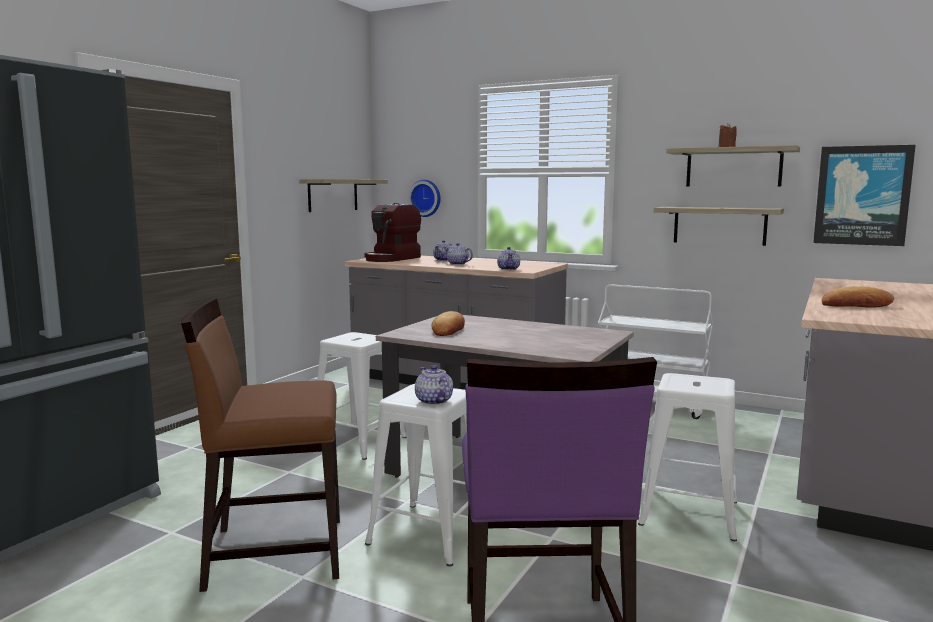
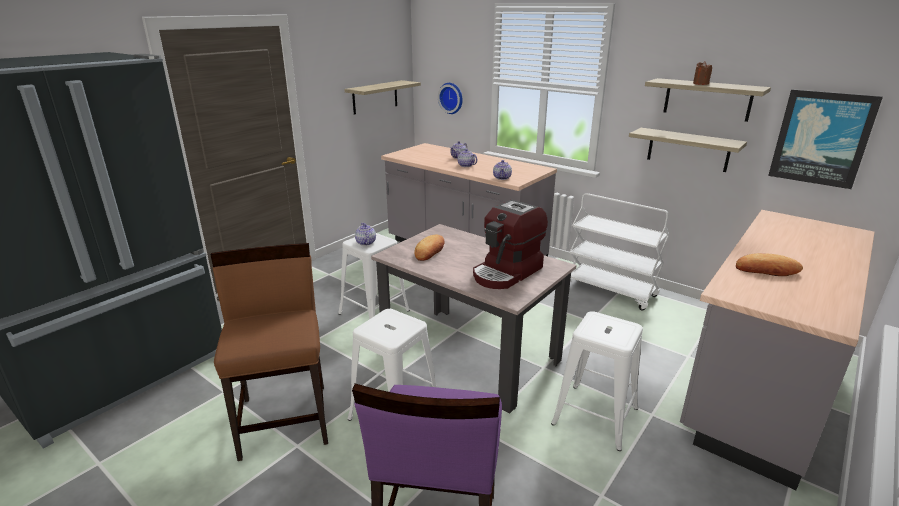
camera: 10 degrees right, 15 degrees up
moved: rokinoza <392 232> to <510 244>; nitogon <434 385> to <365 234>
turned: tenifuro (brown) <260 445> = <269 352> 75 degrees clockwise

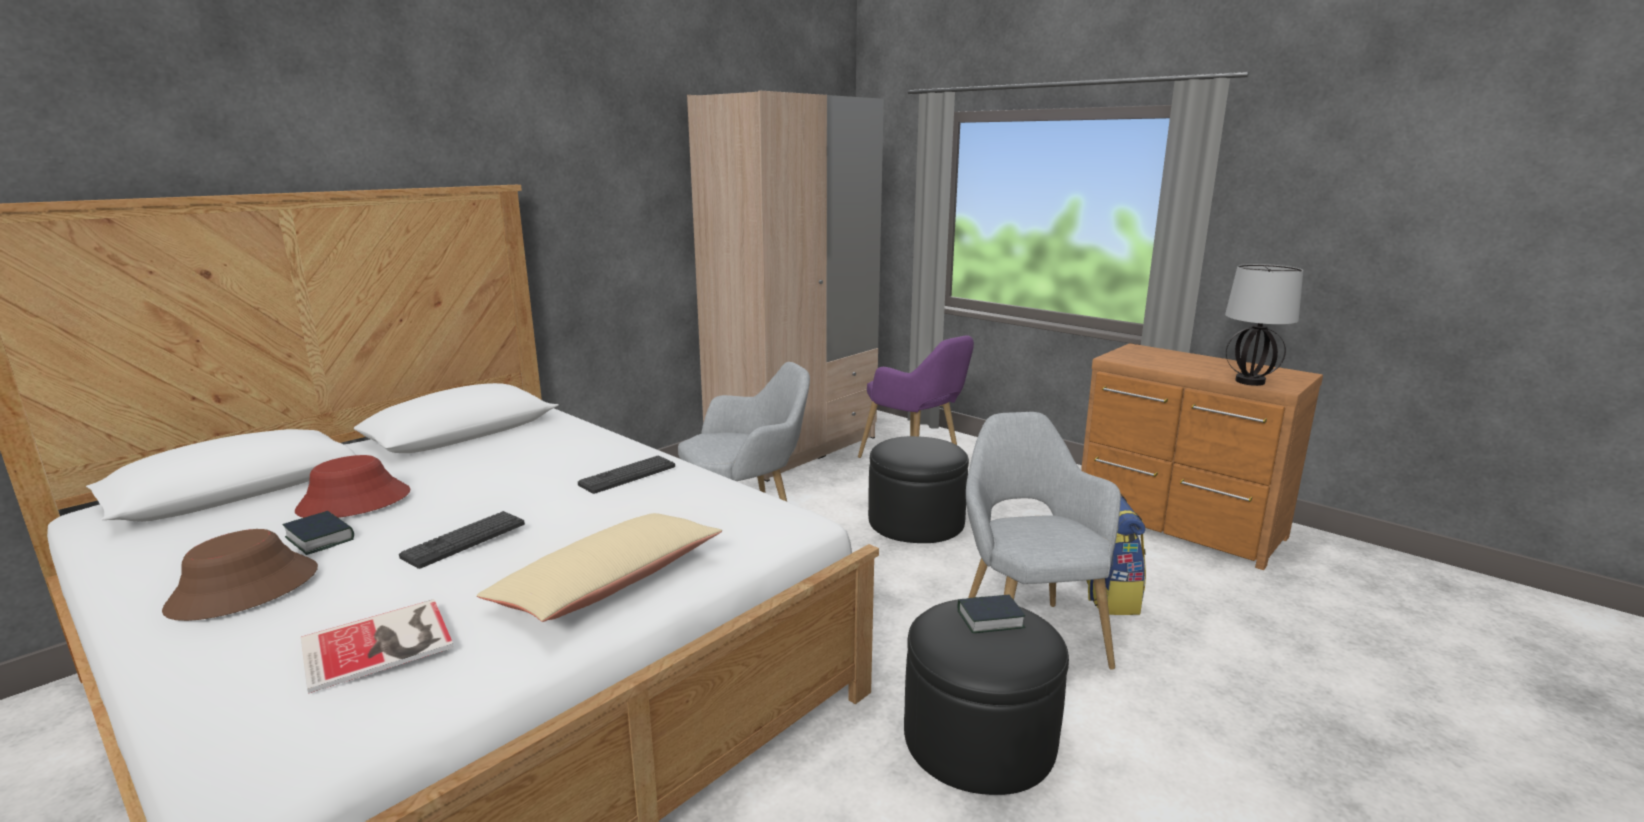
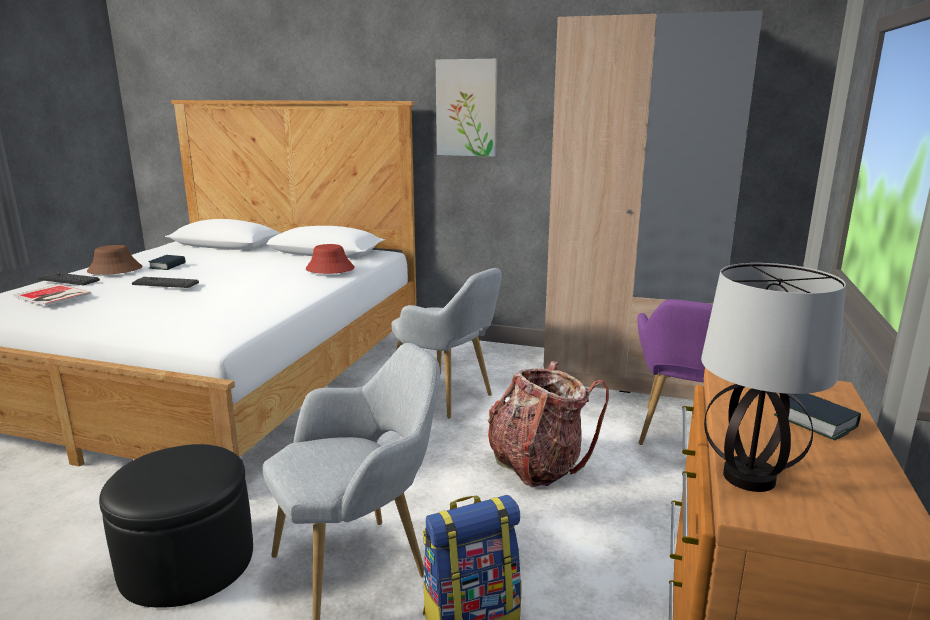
camera: 65 degrees right, 0 degrees up
removed: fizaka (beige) <599 567>
added: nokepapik <466 108>
moved: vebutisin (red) <352 486> to <330 259>; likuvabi <626 474> to <69 278>; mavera <992 614> to <817 416>
replaced: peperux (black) <918 489> to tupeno <548 424>

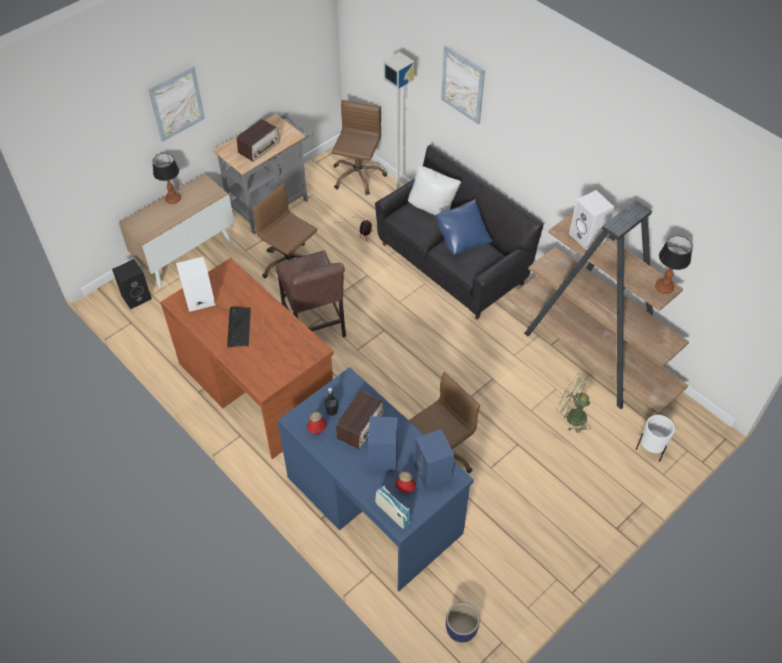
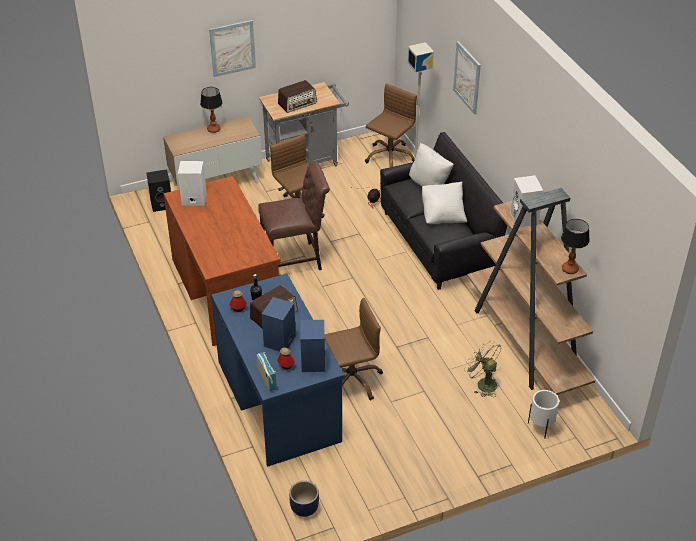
camera: 20 degrees right, 10 degrees down
removed: likuvabi <239 327>
recoloured: fizaka (blue) <464 227> to fizaka (white) <444 203>
turned: tenifuro (brown) <310 294> = <294 216> 105 degrees counterclockwise

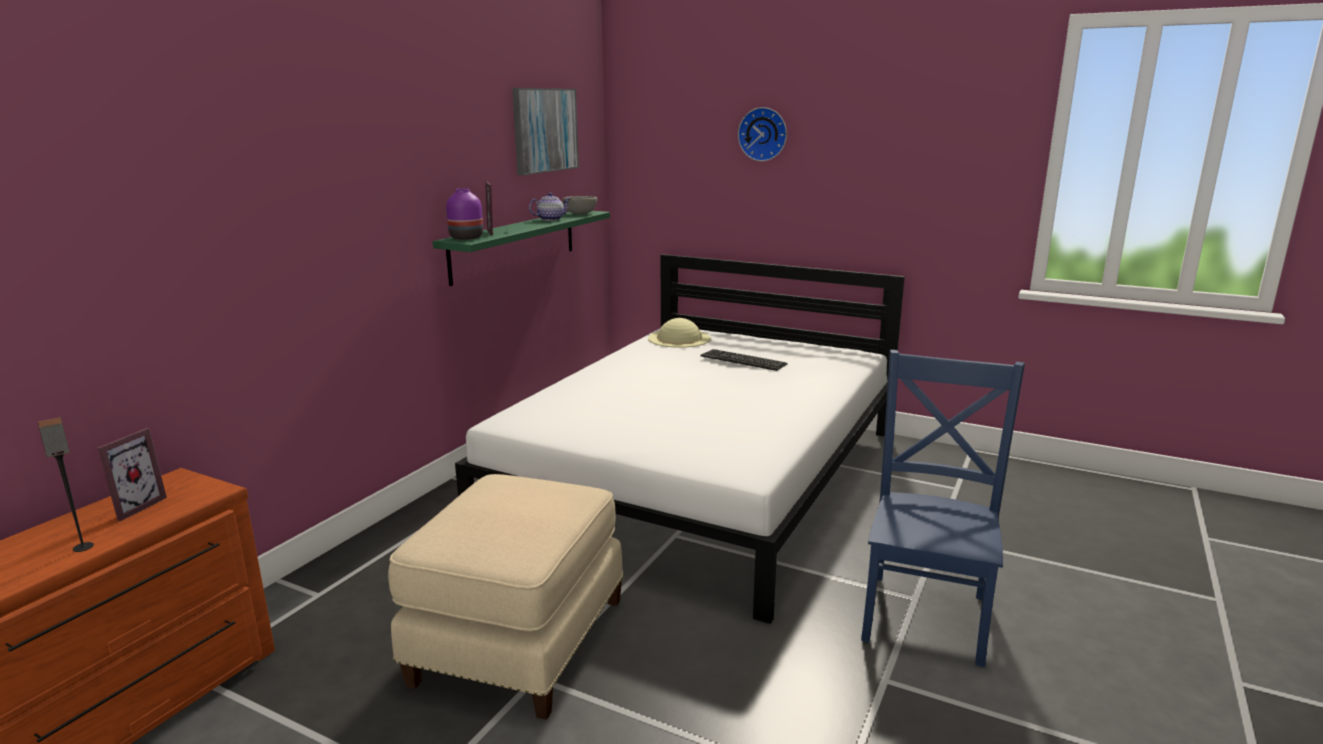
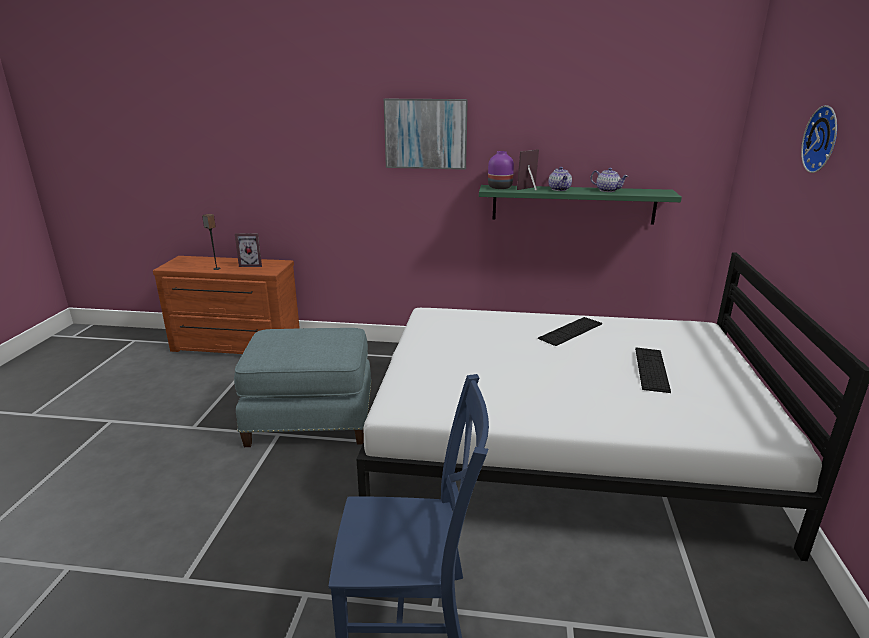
camera: 70 degrees right, 5 degrees up
removed: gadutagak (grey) <580 205>; vebutisin (beige) <679 333>
added: nitogon <560 179>; likuvabi <570 331>
moved: nokepapik <545 131> to <426 134>
recoloured: peperux (beige) <506 597> to peperux (blue) <303 387>

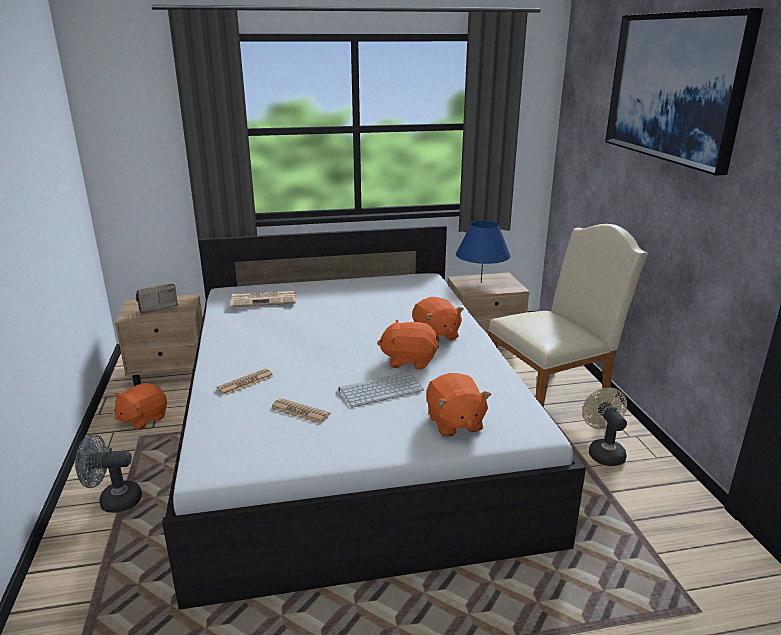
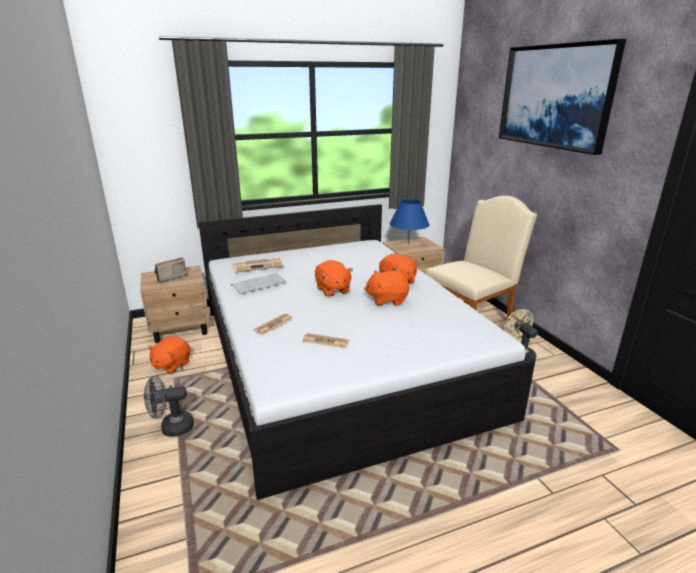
camera: 10 degrees left, 0 degrees up
moved: likuvabi <381 390> to <258 283>; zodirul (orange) <458 405> to <334 278>

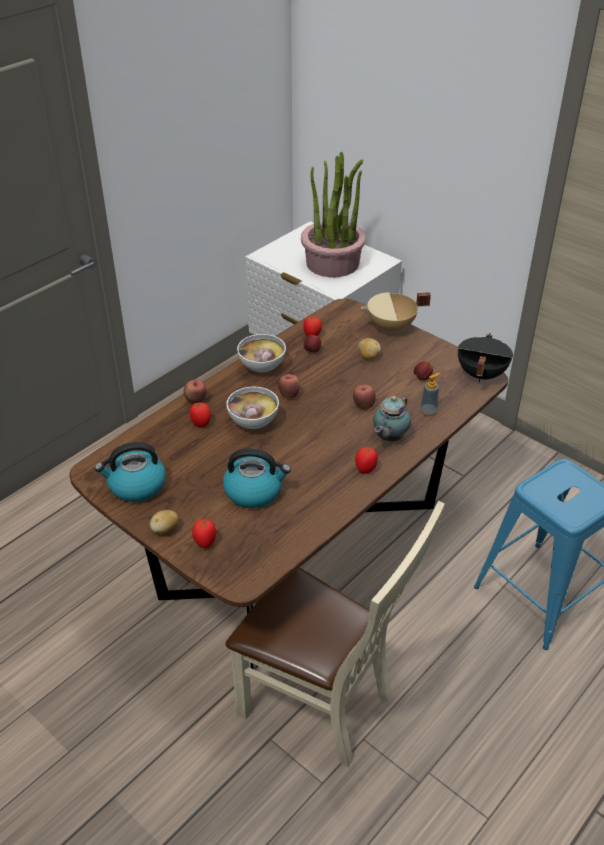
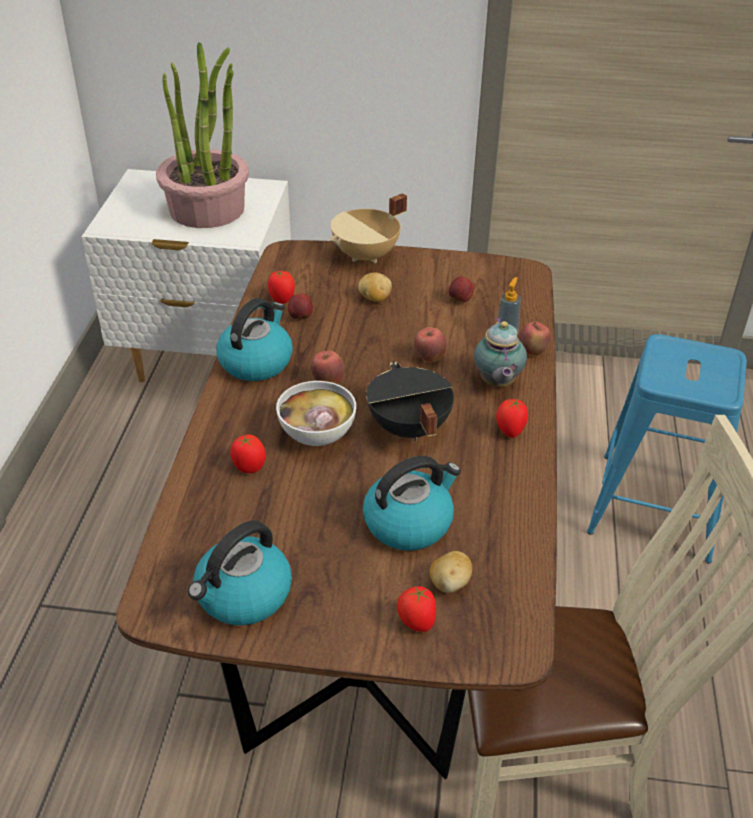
camera: 35 degrees left, 0 degrees up
moved: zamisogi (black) <485 357> to <410 401>; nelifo <195 391> to <534 339>; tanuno <164 522> to <451 572>
replaced: gadutagak <261 353> to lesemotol <255 339>

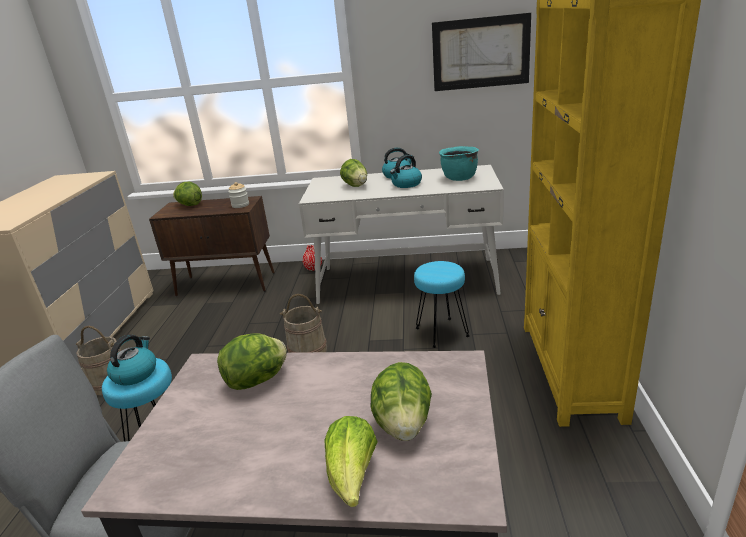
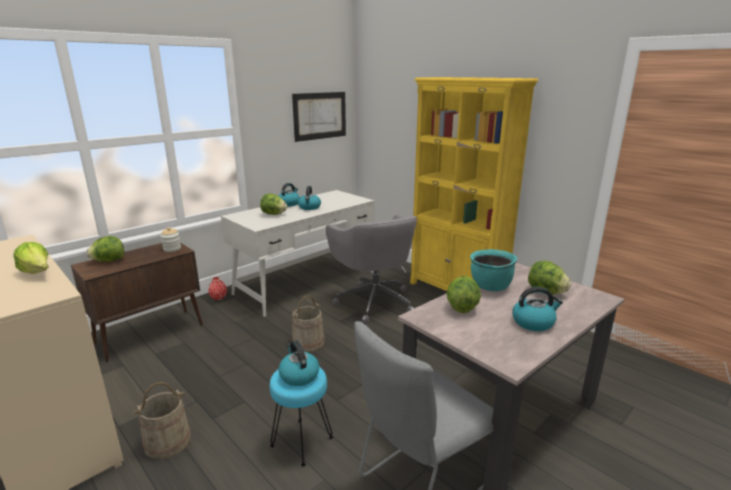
camera: 50 degrees left, 5 degrees down
added: lesemotol <537 309>
moved: zamisogi (turquoise) <459 163> to <493 270>; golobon <351 461> to <31 258>
replaced: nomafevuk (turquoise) <442 304> to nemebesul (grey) <371 269>

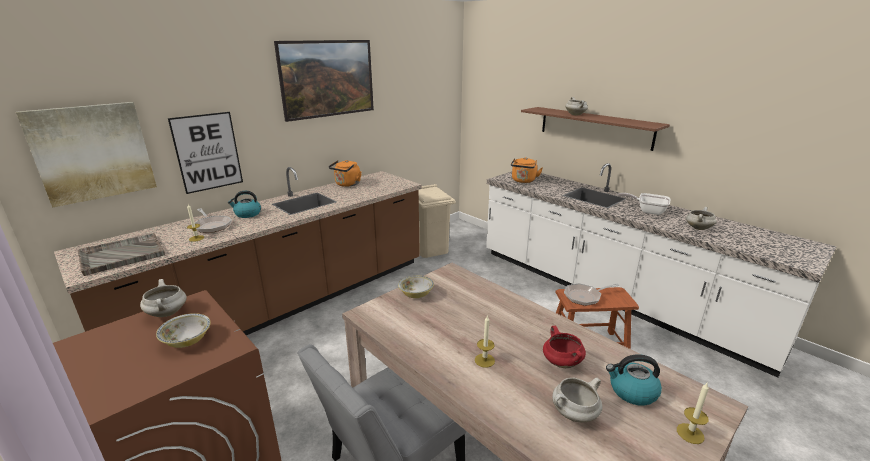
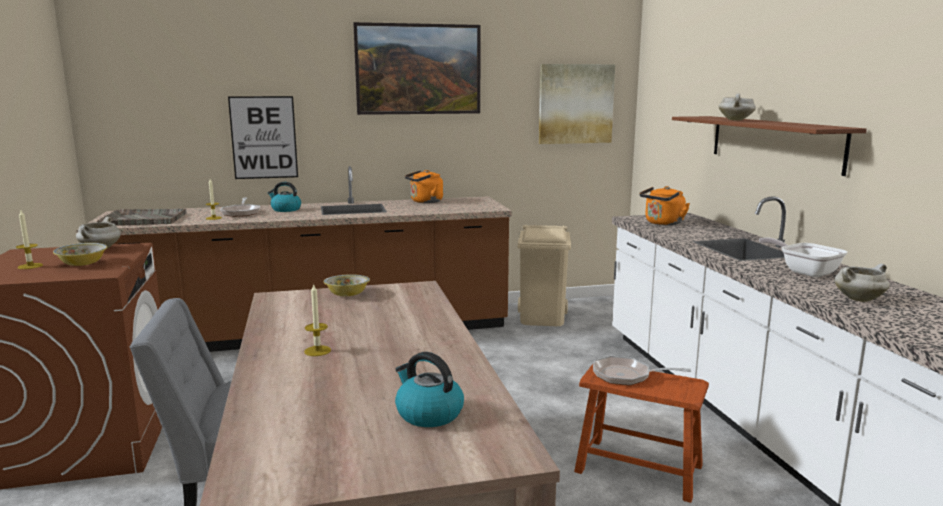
camera: 30 degrees right, 10 degrees down
removed: zamisogi (red) <564 347>; zamisogi (white) <577 400>
moved: nokepapik <86 155> to <577 104>; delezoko <693 413> to <29 239>

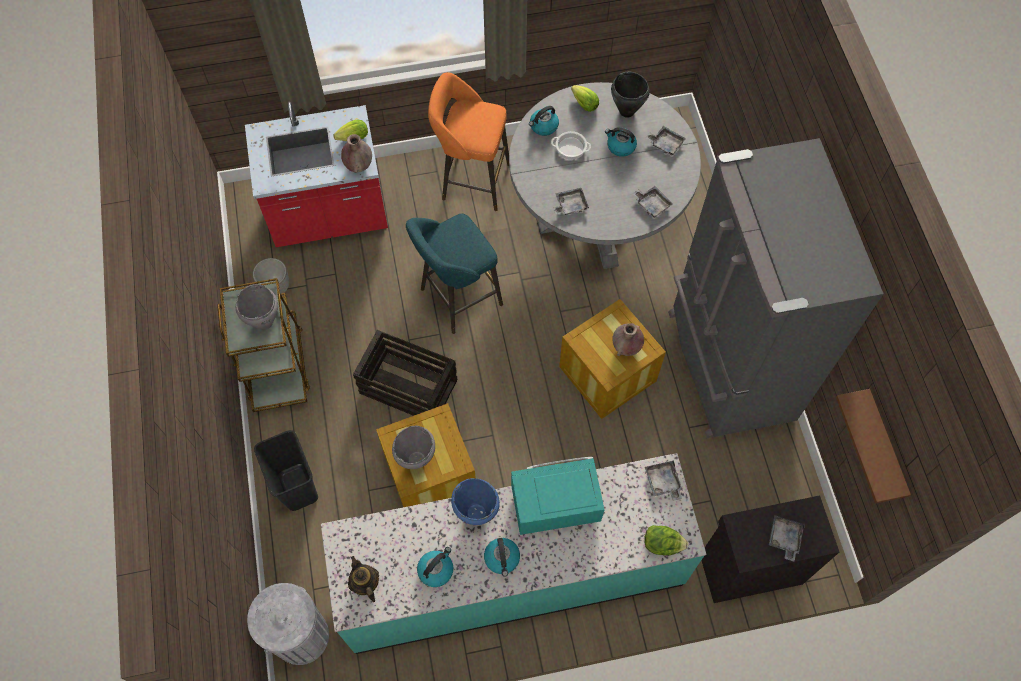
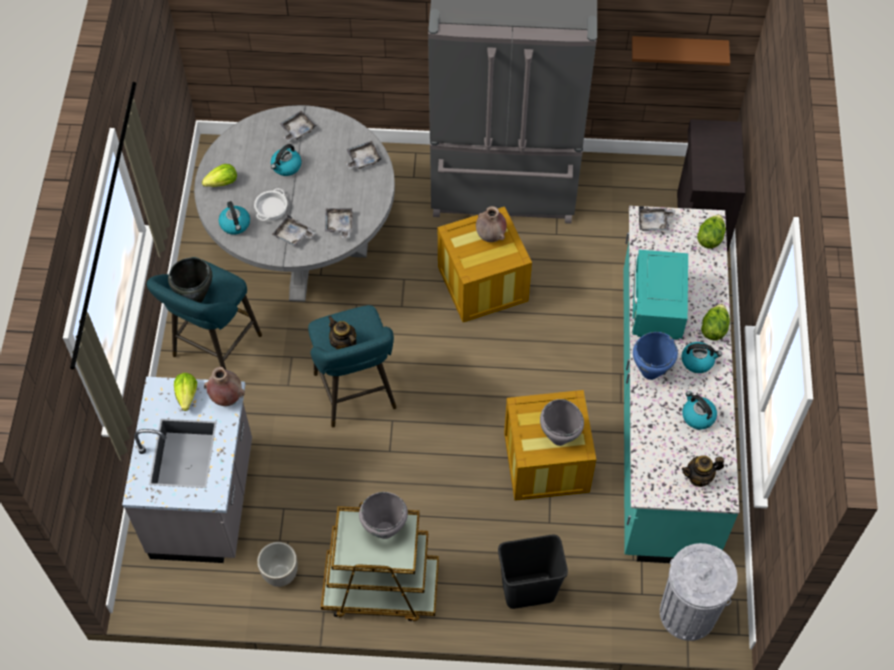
camera: 75 degrees left, 5 degrees down
removed: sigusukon <405 373>
added: golobon <715 322>; nitogon <342 333>
moved: zamisogi (black) <630 95> to <190 280>; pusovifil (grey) <787 538> to <293 230>
recoloured: nomafevuk (orange) <468 141> to nomafevuk (turquoise) <204 313>; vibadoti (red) <316 174> to vibadoti (grey) <187 470>

